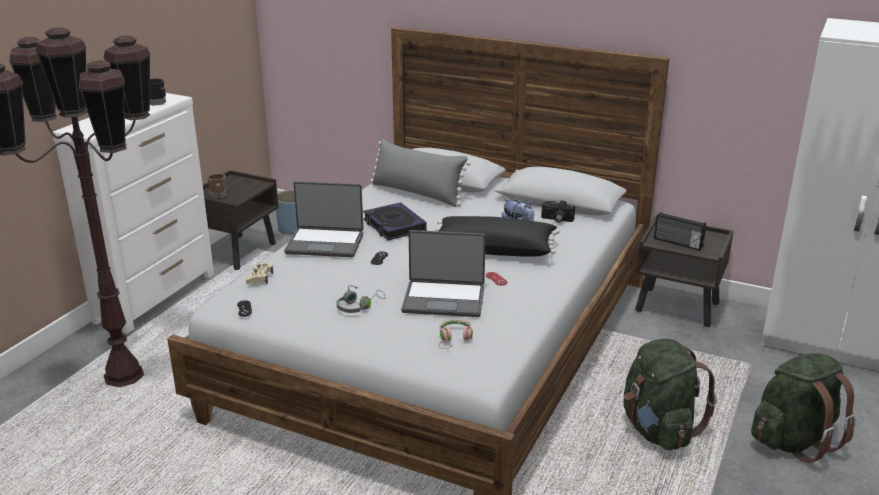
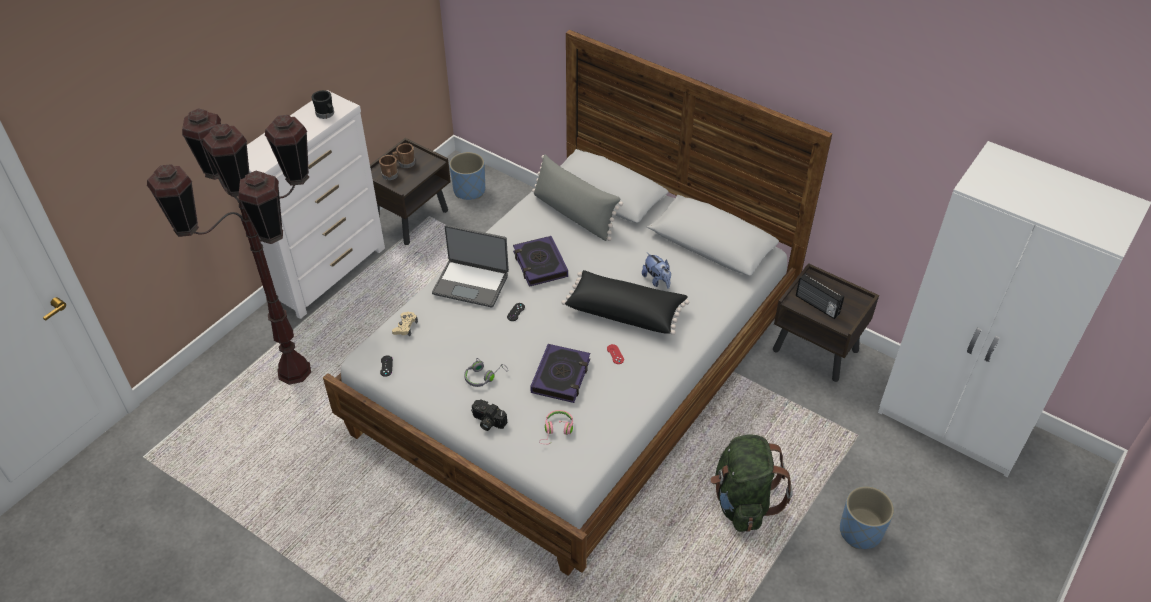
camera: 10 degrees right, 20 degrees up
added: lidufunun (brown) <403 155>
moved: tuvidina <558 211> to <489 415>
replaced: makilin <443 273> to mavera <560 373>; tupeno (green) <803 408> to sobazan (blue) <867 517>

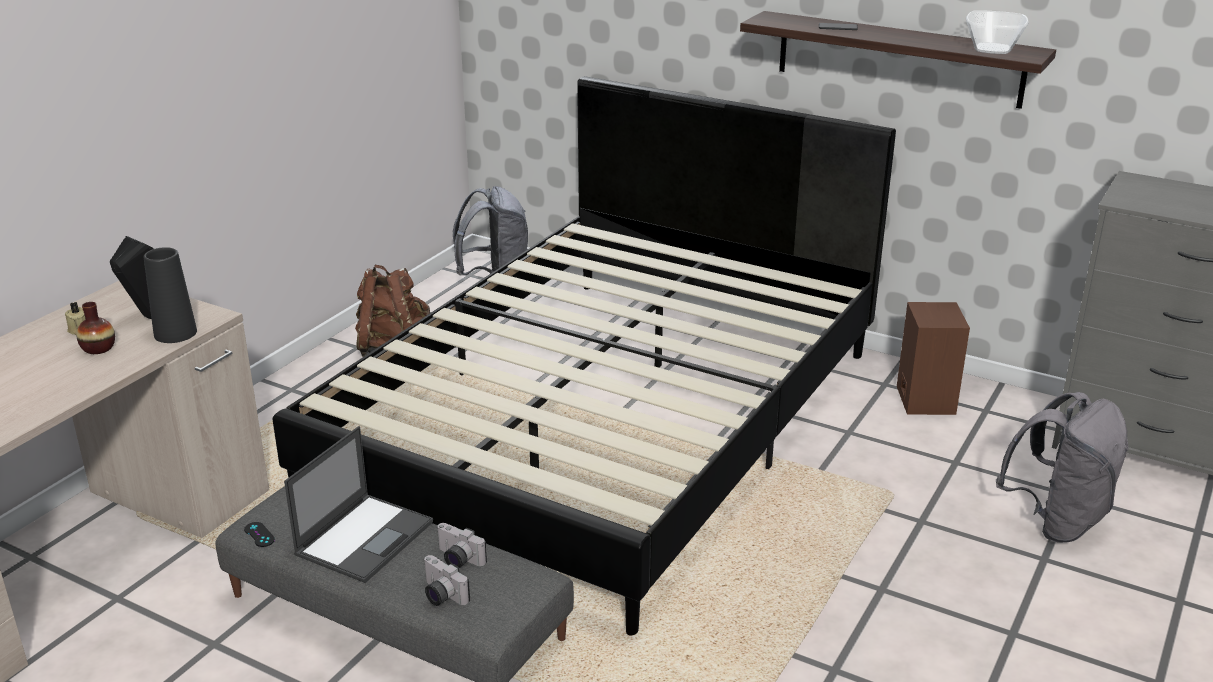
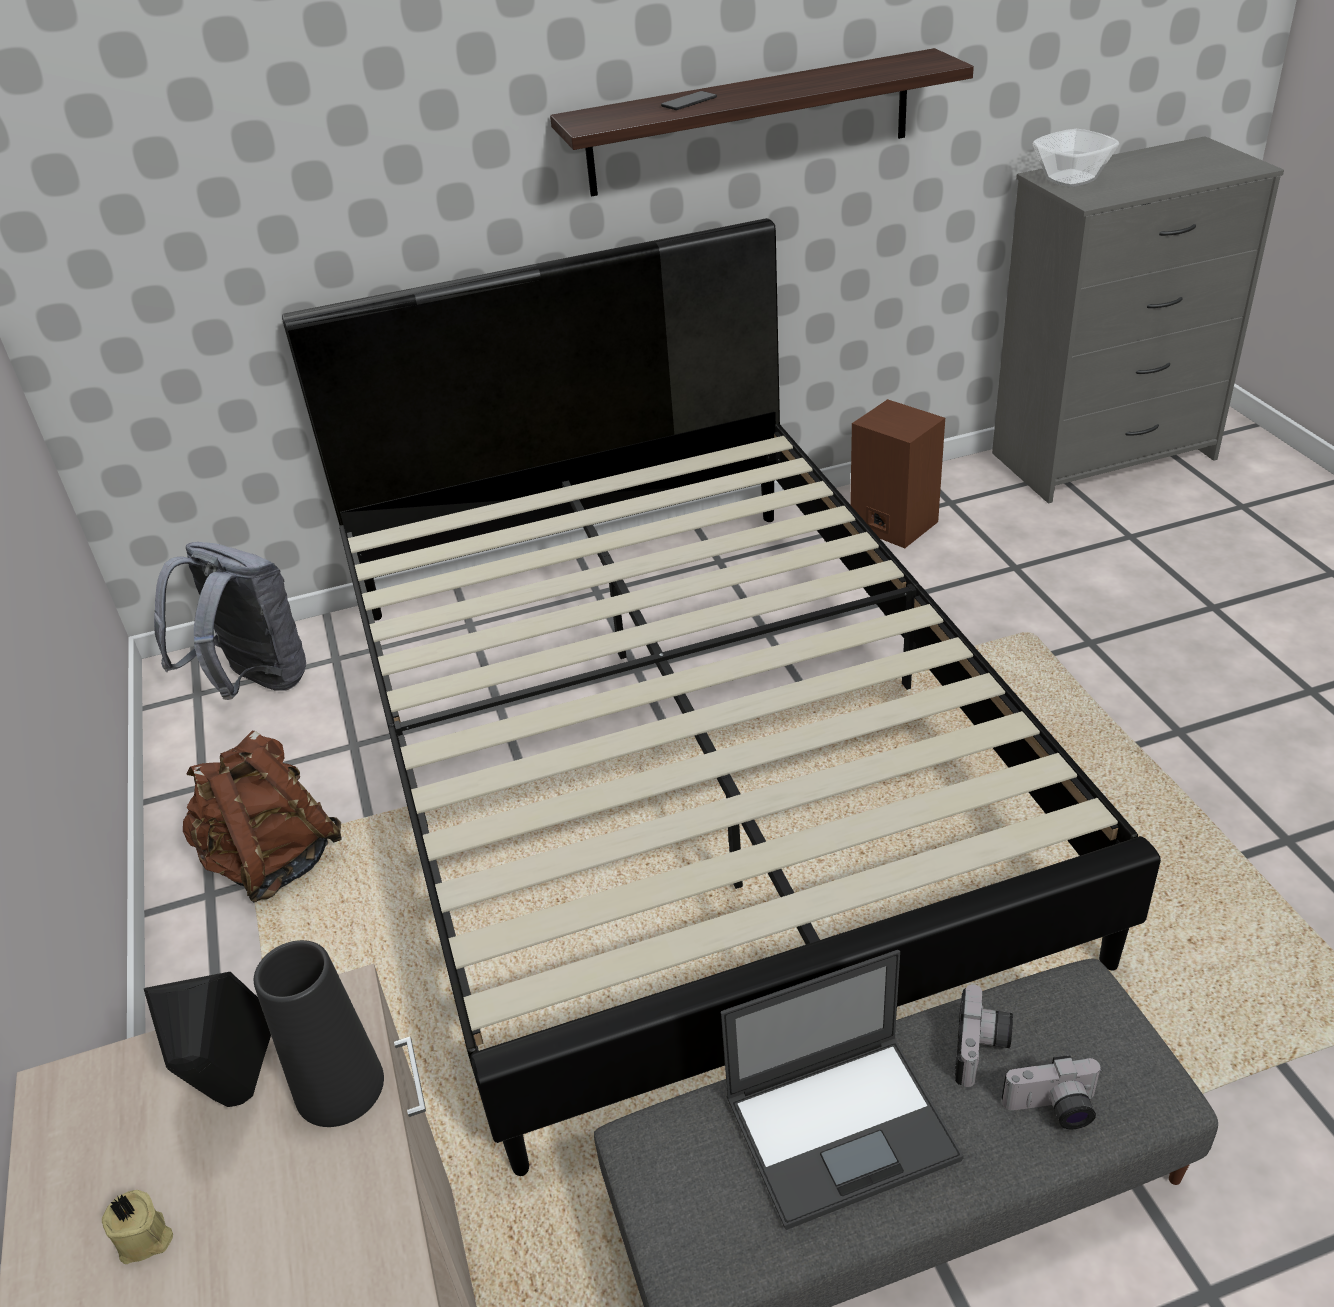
camera: 45 degrees left, 10 degrees up
removed: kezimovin <95 328>; tupeno (grey) <1062 467>; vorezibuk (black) <259 534>
moved: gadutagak <997 32> to <1075 158>
turned: makilin <358 504> = <842 1090> 90 degrees clockwise; tuvidina <461 545> = <984 1035> 60 degrees counterclockwise

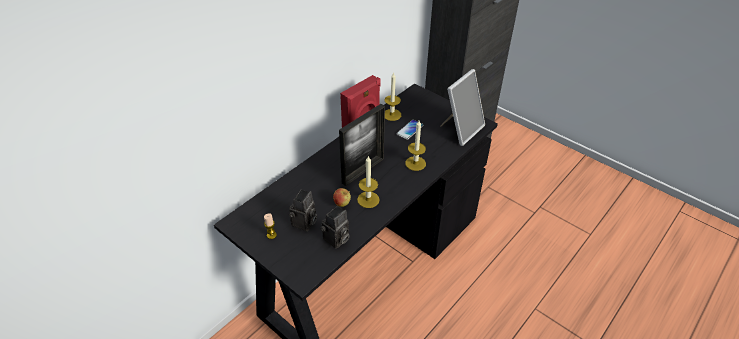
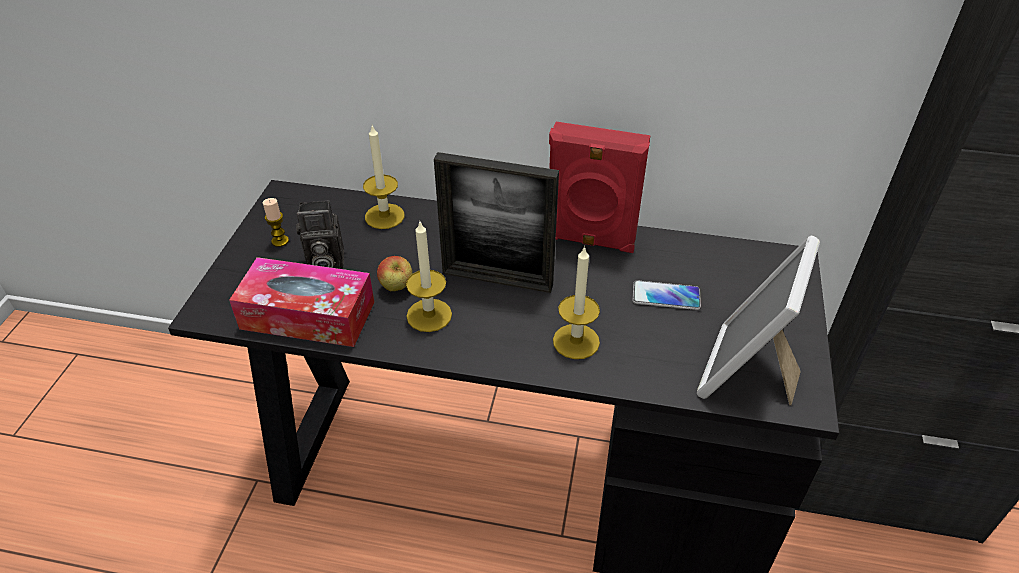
camera: 60 degrees right, 0 degrees up
moved: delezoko <393 97> to <384 177>
replaced: tuvidina <334 227> to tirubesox <301 302>
turned: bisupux <462 107> = <758 320> 105 degrees clockwise

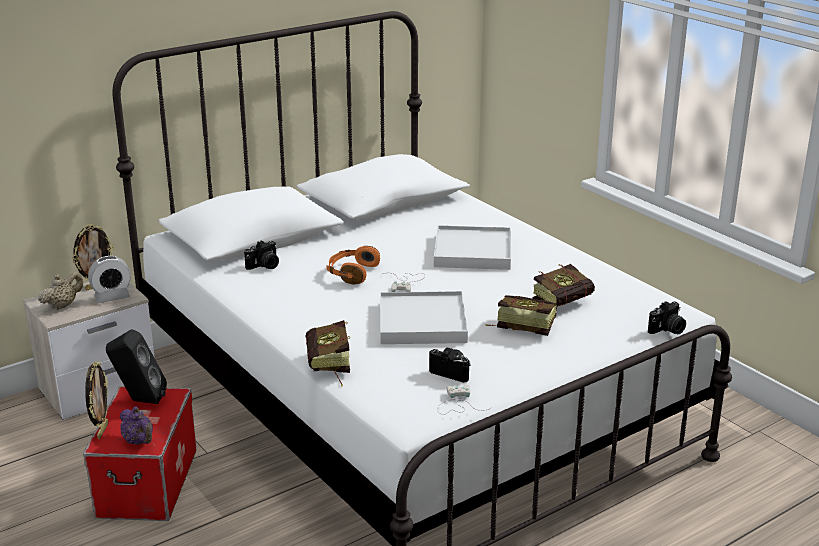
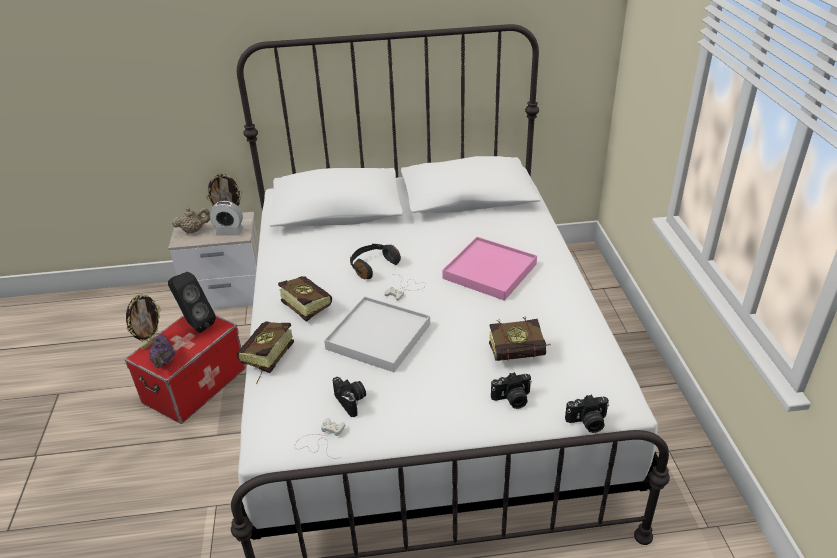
camera: 30 degrees right, 10 degrees up
moved: tuvidina <261 255> to <511 390>; mavera <521 315> to <305 299>
recoloured: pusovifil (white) <472 247> to pusovifil (pink) <489 269>; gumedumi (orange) <353 265> to gumedumi (black) <375 261>

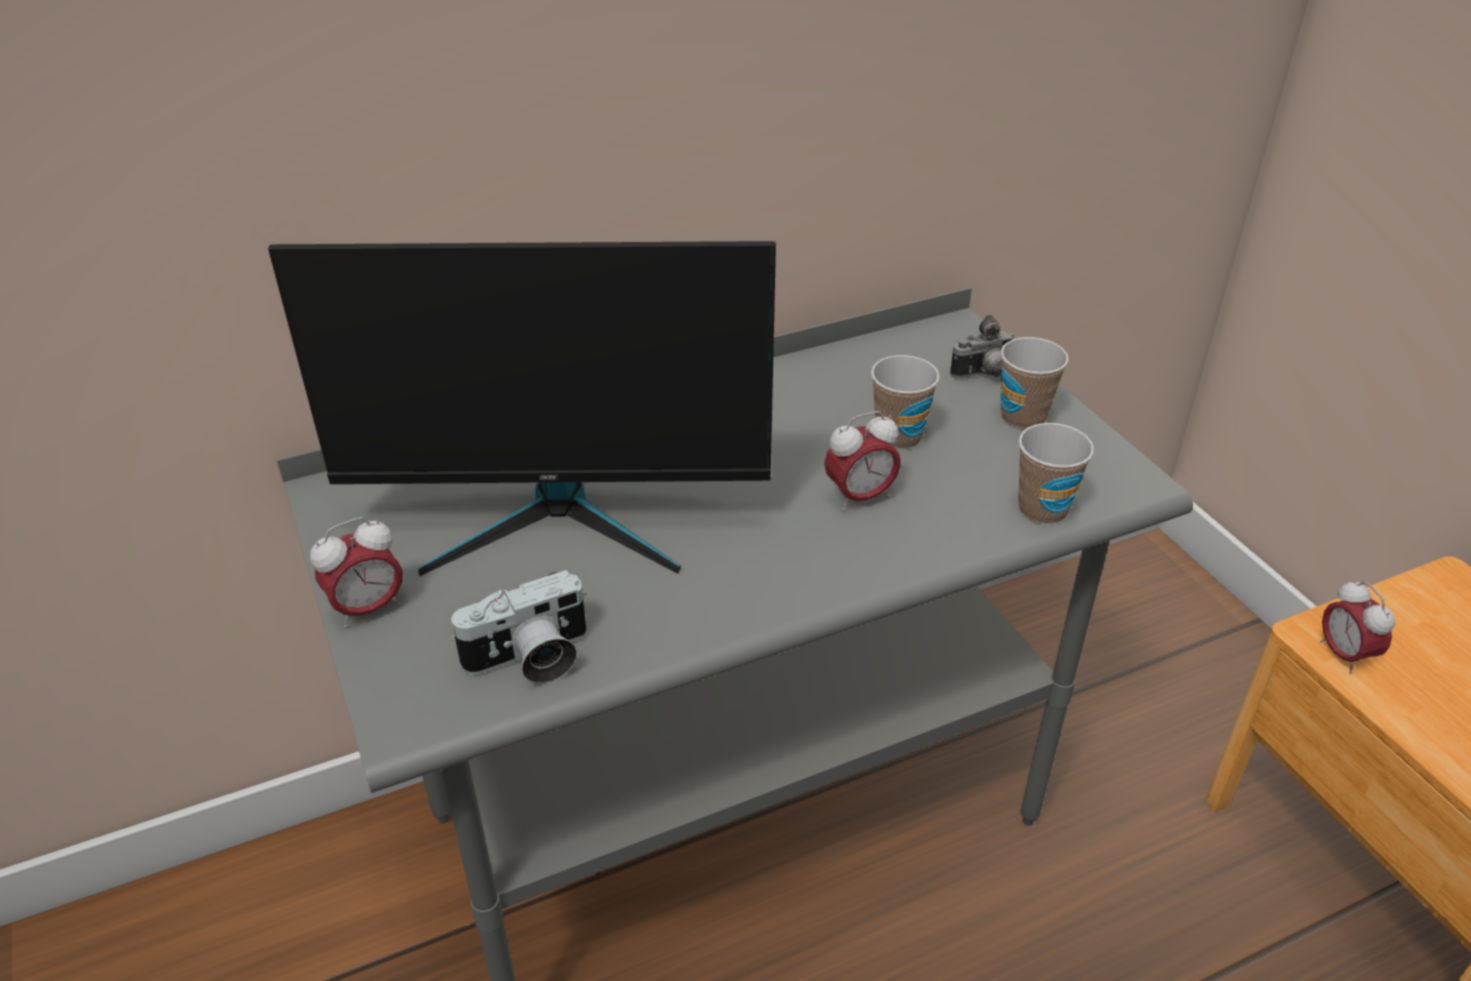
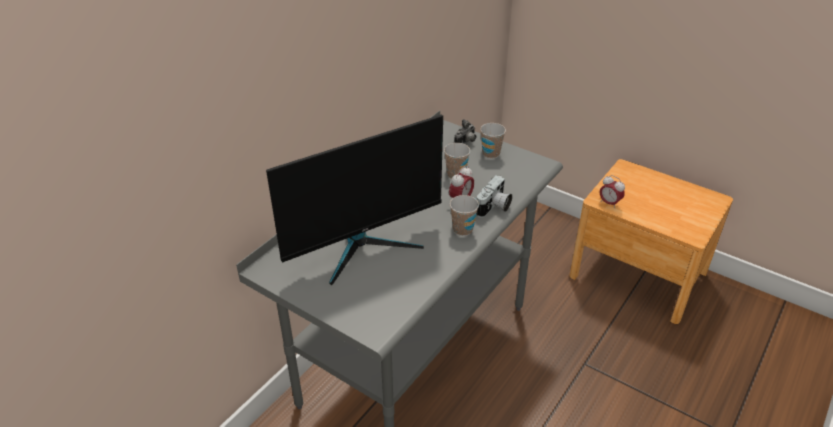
camera: 30 degrees left, 0 degrees up
removed: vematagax <356 572>
moved: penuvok <1056 473> to <464 215>; tuvidina <518 626> to <494 196>

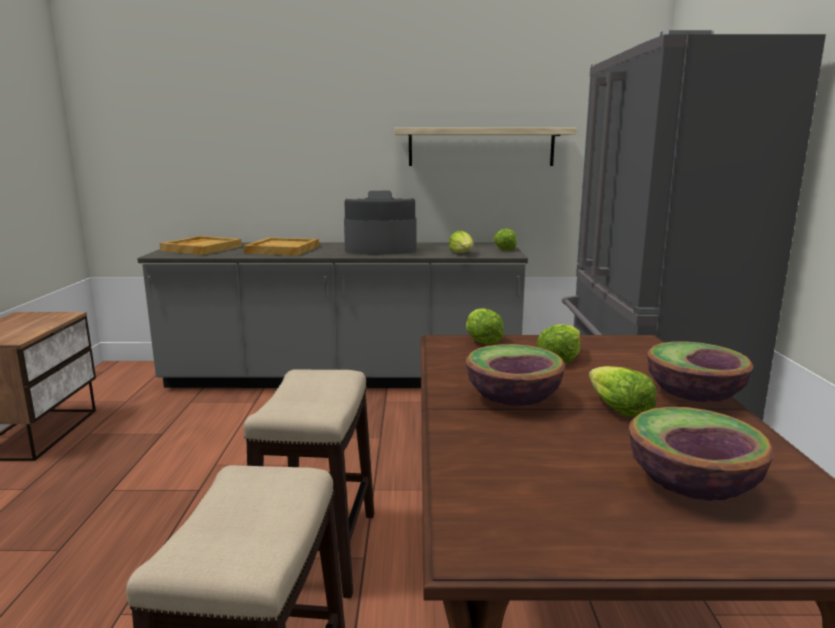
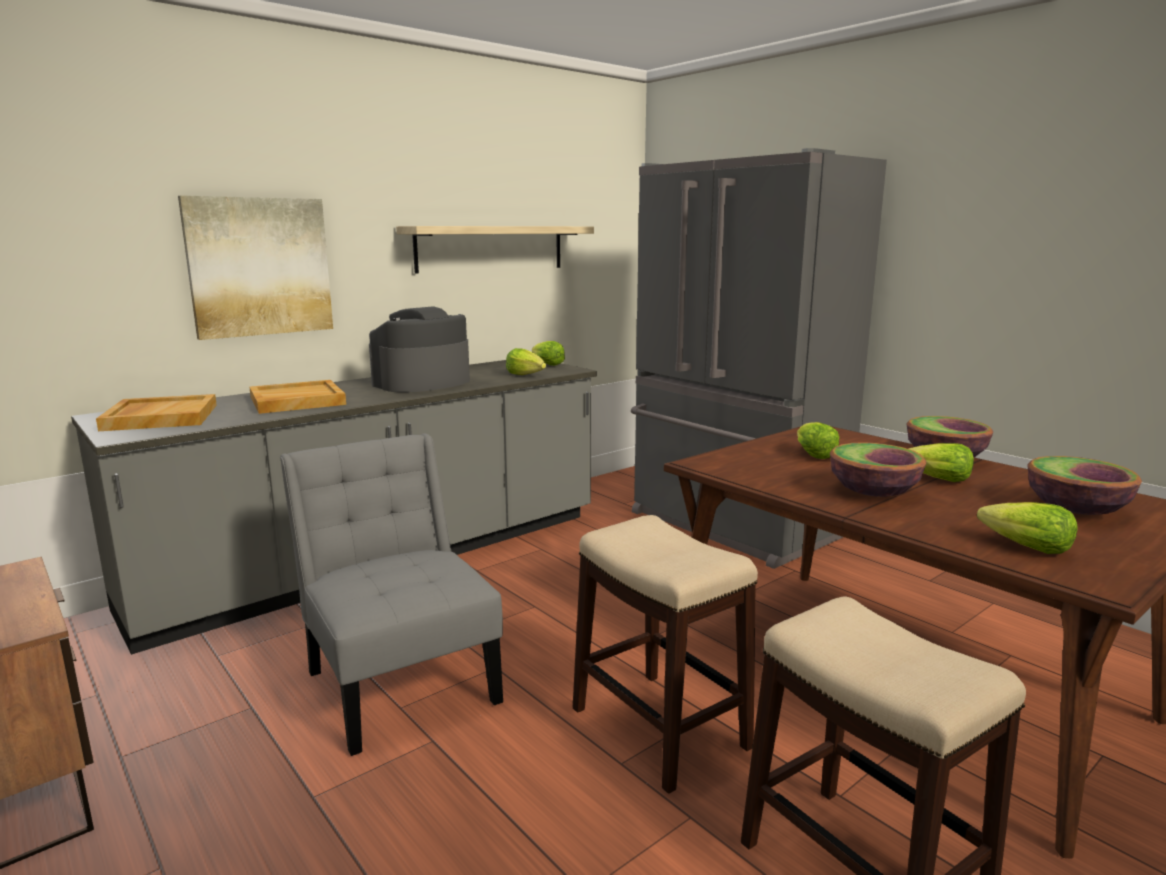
camera: 40 degrees left, 0 degrees up
added: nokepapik <255 267>; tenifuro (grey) <391 594>
moved: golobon <485 326> to <1027 528>

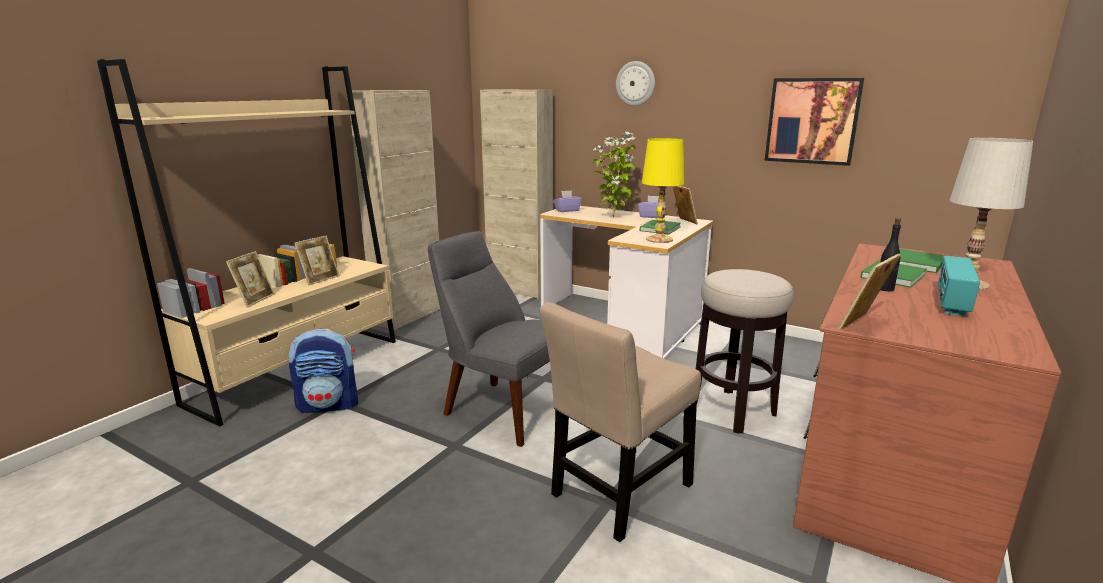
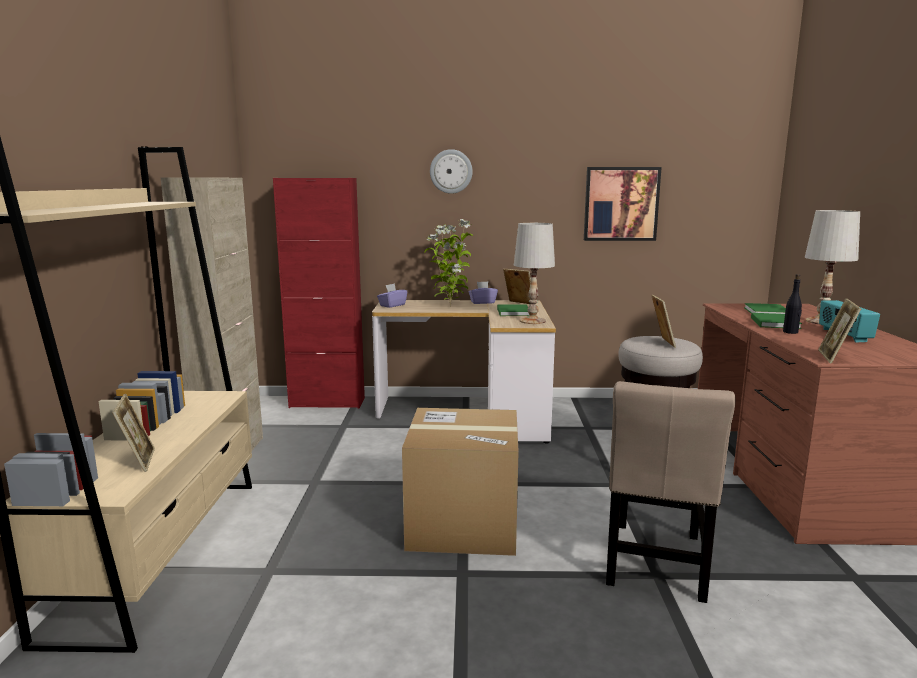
camera: 30 degrees left, 5 degrees down
removed: tupeno <323 371>
moved: bisupux <317 260> to <663 321>
replaced: tenifuro (grey) <489 339> to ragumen <460 482>
recoloured: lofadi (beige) <516 194> to lofadi (red) <319 293>; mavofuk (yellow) <663 190> to mavofuk (white) <534 273>

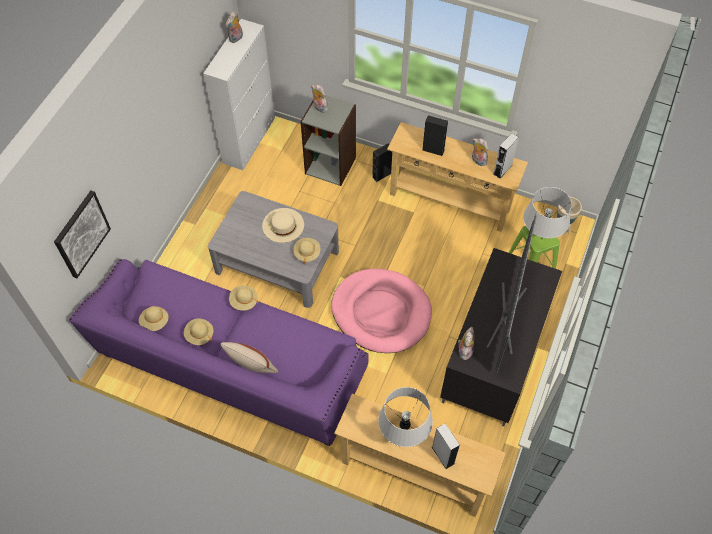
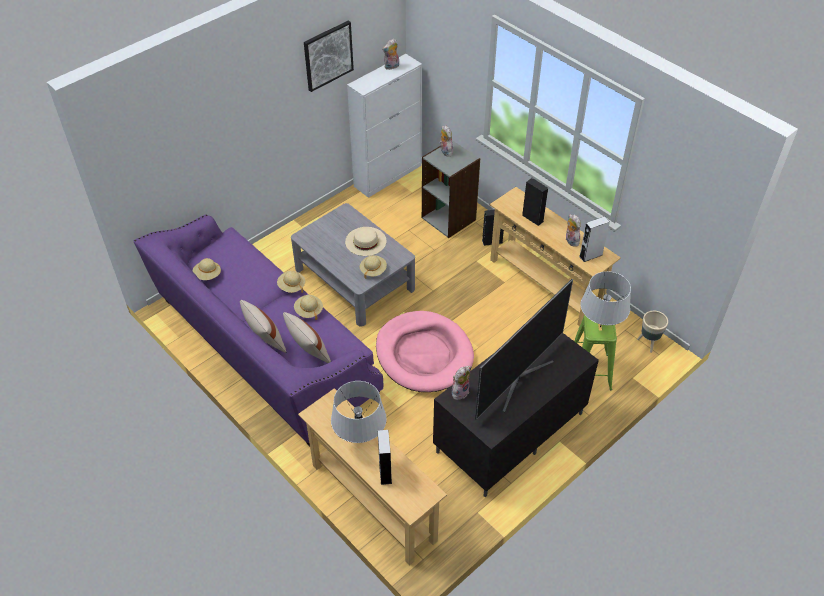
camera: 25 degrees right, 10 degrees down
added: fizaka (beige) <307 337>
moved: nokepapik <82 234> to <329 56>; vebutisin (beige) <198 331> to <308 307>

